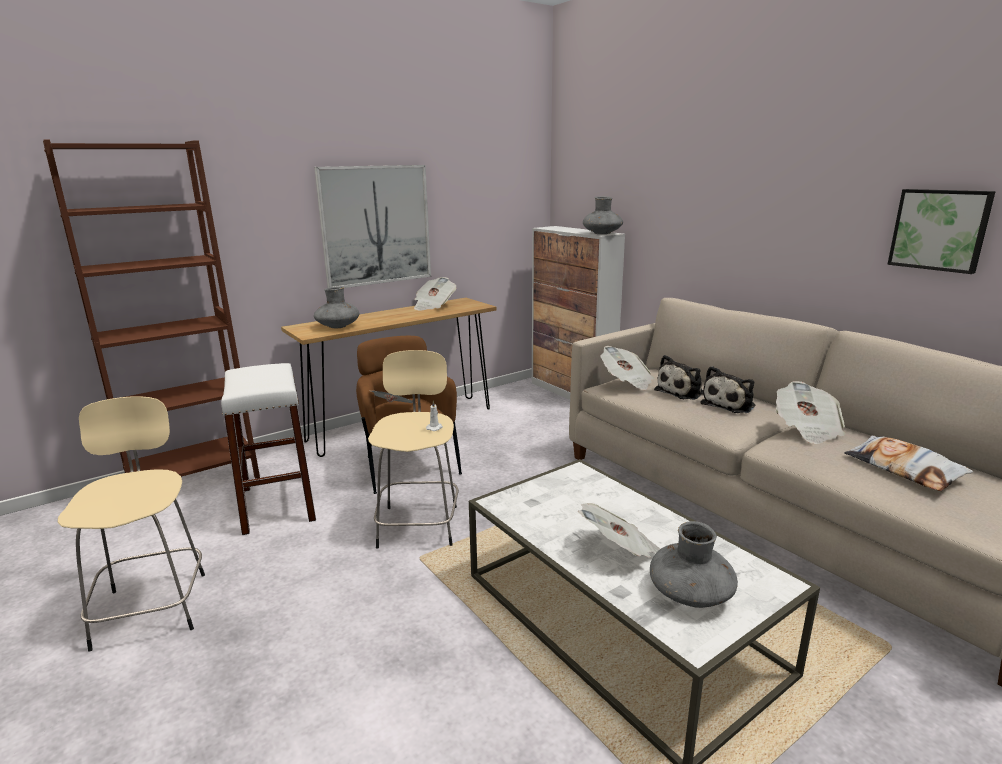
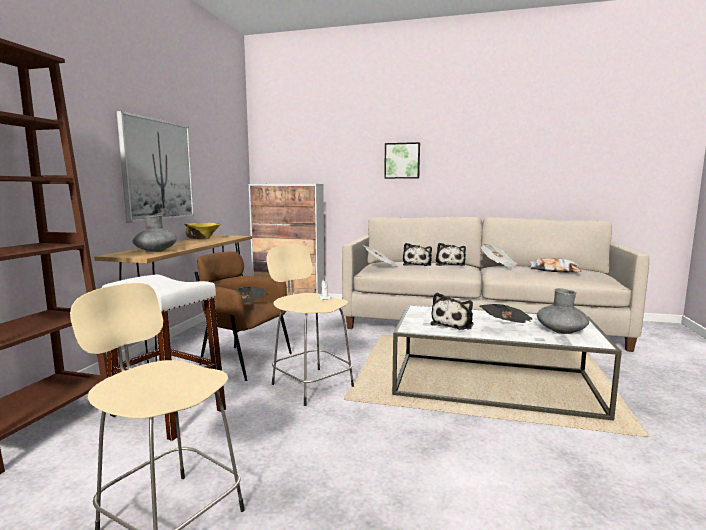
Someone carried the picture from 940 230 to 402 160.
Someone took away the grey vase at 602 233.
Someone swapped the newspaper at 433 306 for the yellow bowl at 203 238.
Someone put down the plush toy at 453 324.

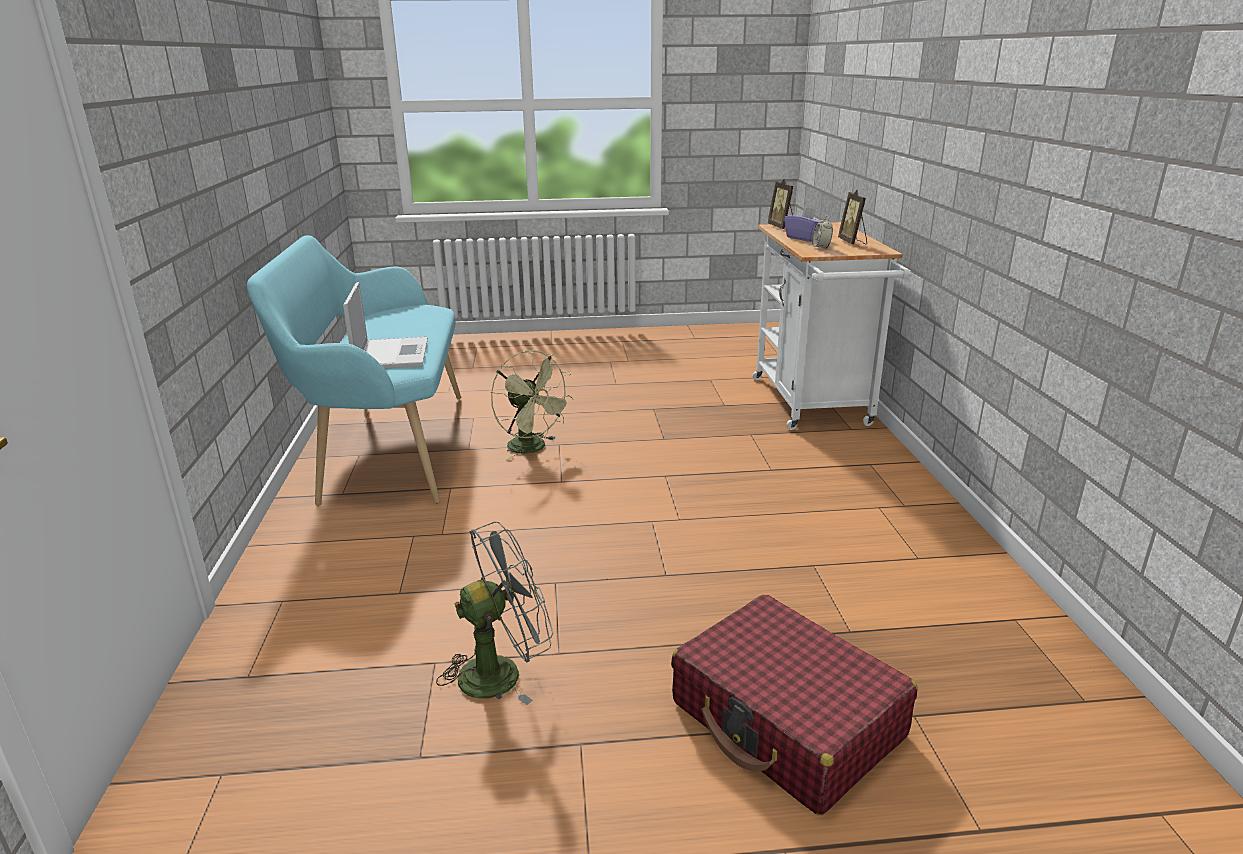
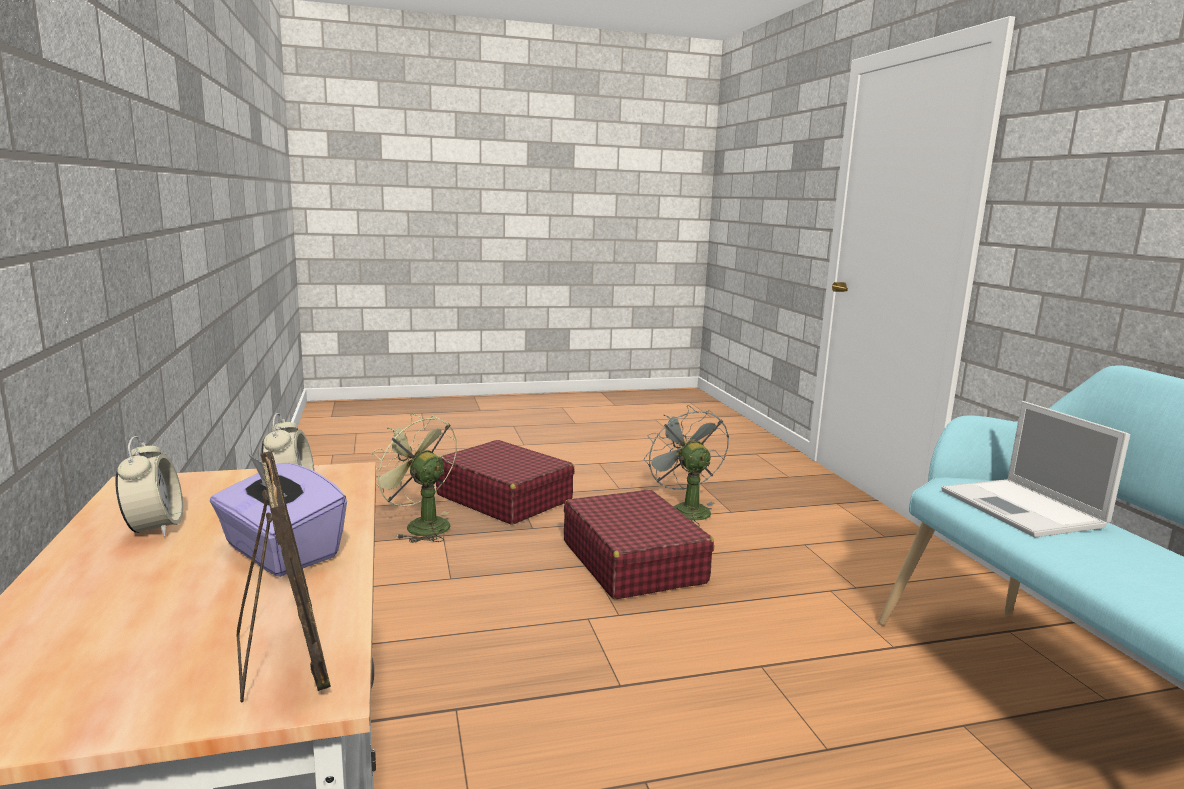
Someone swapped the picture frame at 852 242 for the alarm clock at 155 528.
Someone carried the green fan from 533 448 to 420 525.
Someone rotated the grey fan at 502 671 by 105 degrees clockwise.
Someone put down the red suitcase at 633 562.

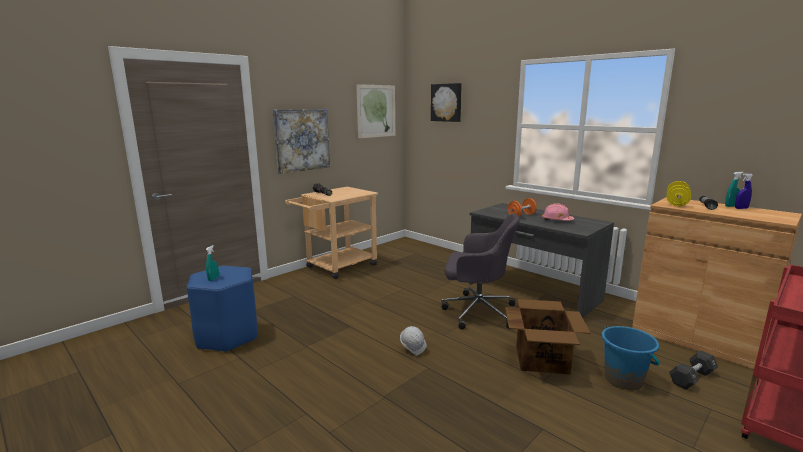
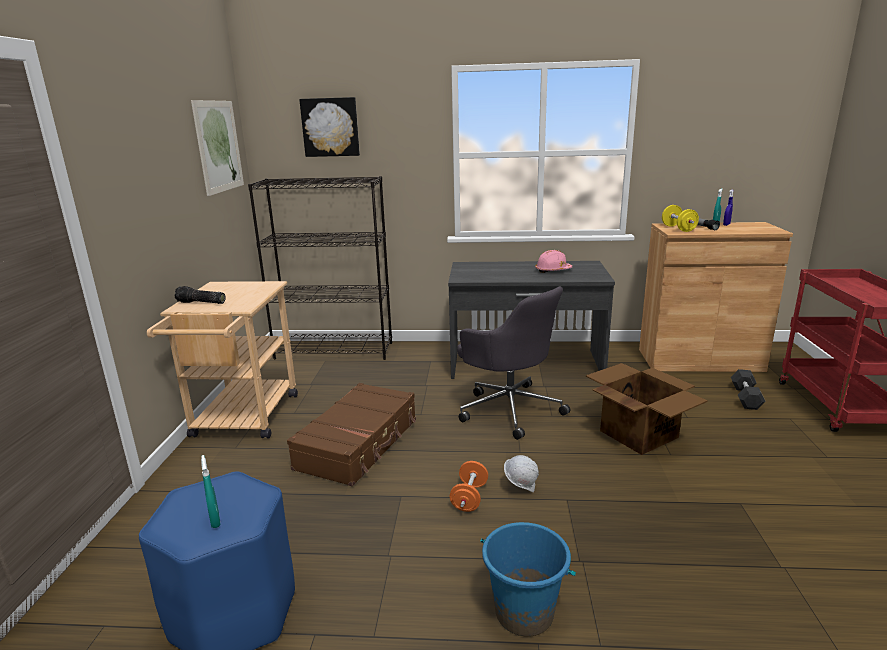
Someone took away the picture at 302 140.
Someone carried the orange dumbbell from 521 216 to 469 498.
Someone rotated the grey office chair at 477 311 by 75 degrees clockwise.
Someone carried the blue bucket from 623 380 to 524 612.
Someone put down the black bookcase at 335 350.
Someone put down the brown suitcase at 359 444.

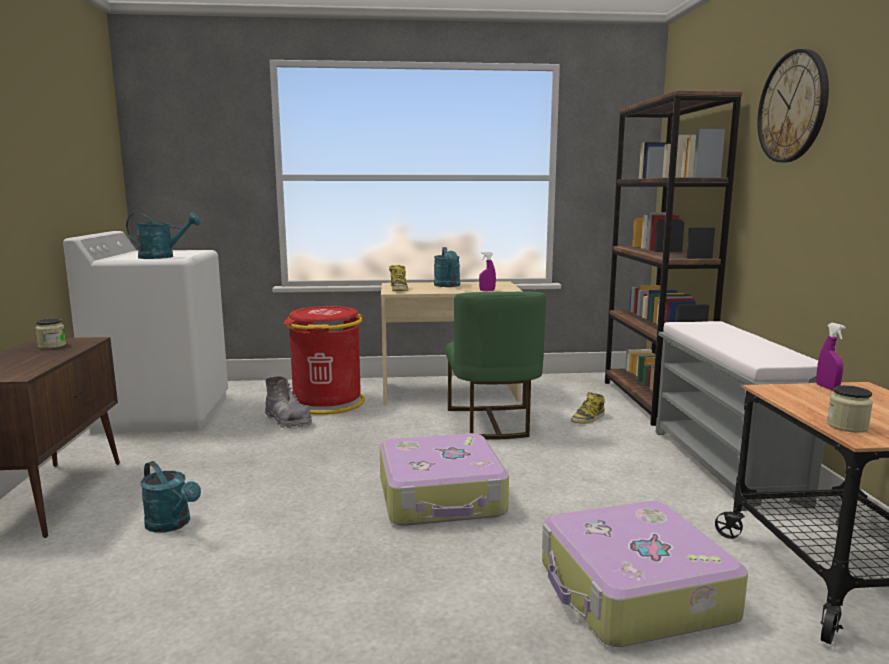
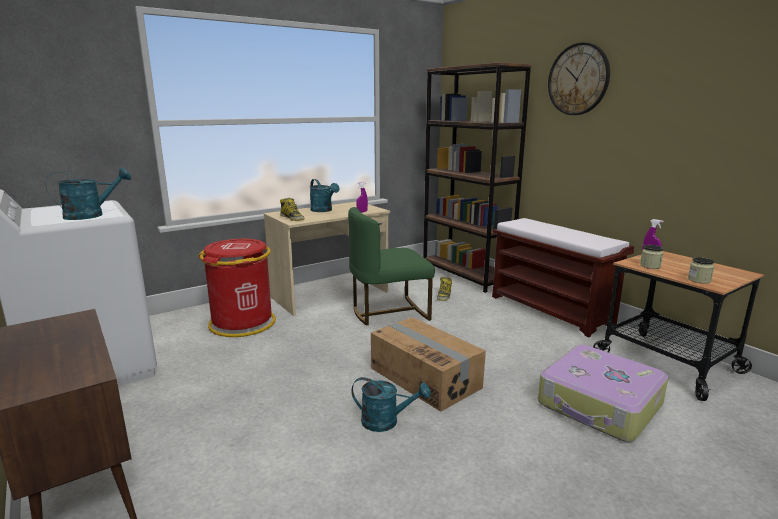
Someone rotated the green chair at 492 422 by 105 degrees clockwise.
Someone carried the jar from 52 346 to 650 266.
Someone repainted the grey bench at 726 465, which became the brown bench at 551 310.
Someone took away the grey boot at 288 421.
Someone swapped the suitcase at 442 497 for the cardboard box at 425 377.
Someone carried the turquoise watering can from 172 524 to 386 422.

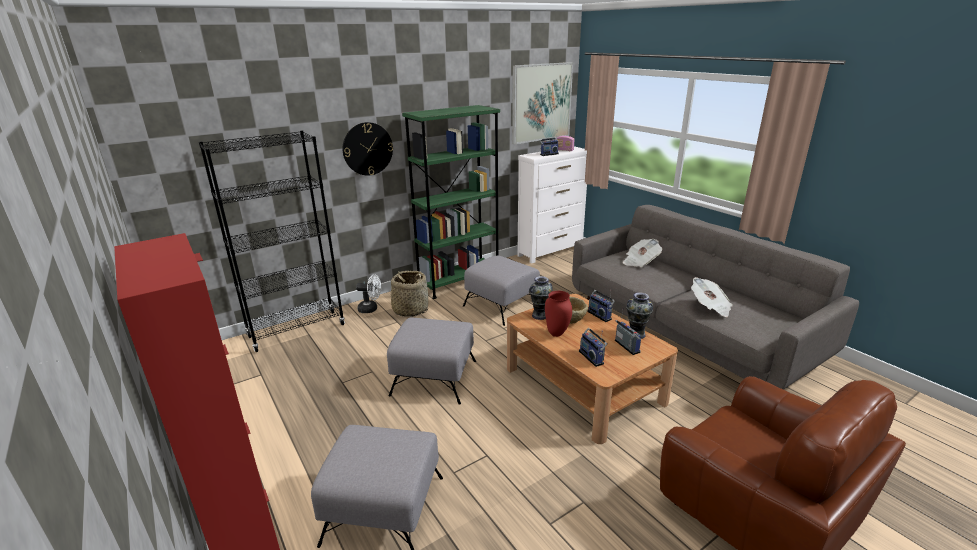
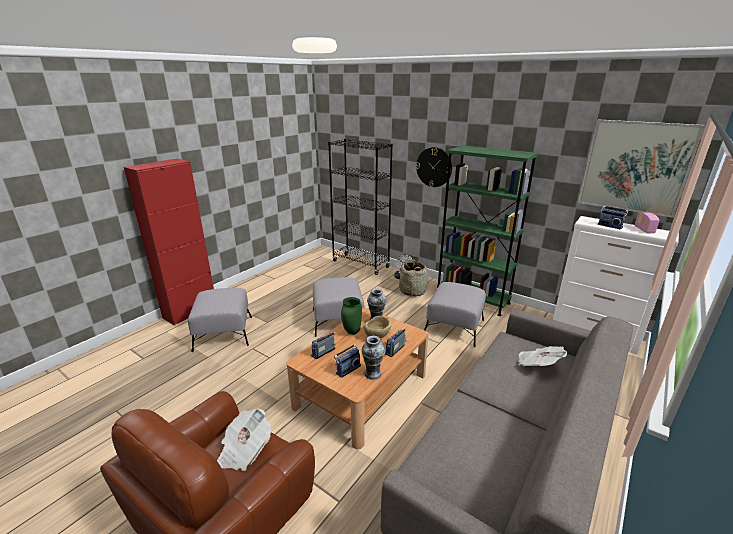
Someone carried the newspaper from 710 307 to 244 450.
Someone repainted the red vase at 557 333, which became the green vase at 352 332.

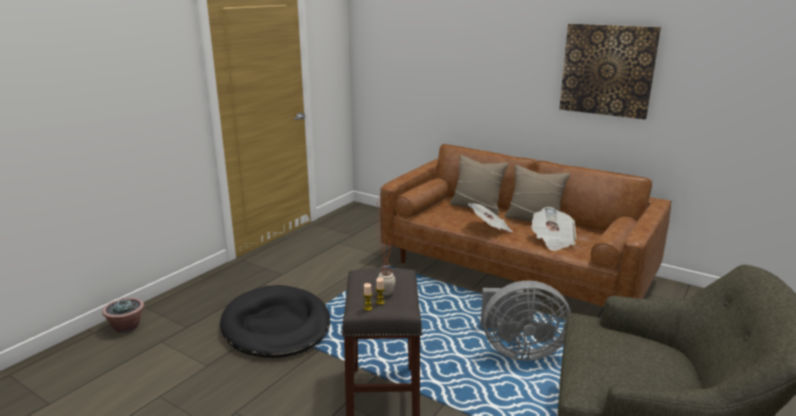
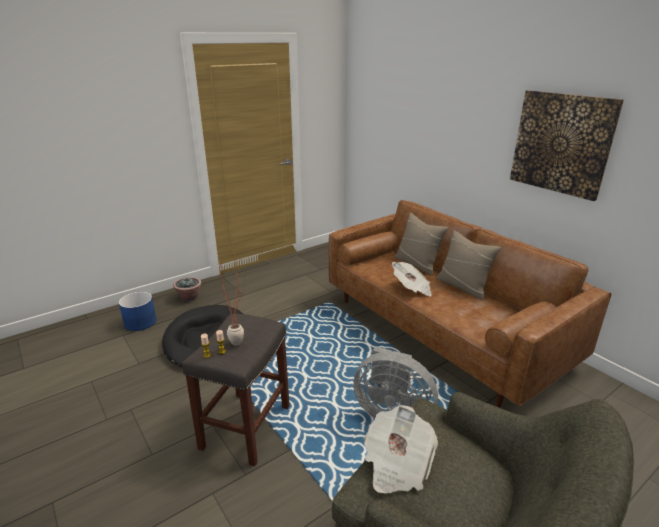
Someone carried the newspaper from 552 240 to 396 464.
Someone carried the potted plant from 127 327 to 189 297.
Someone put down the blue planter at 140 322.

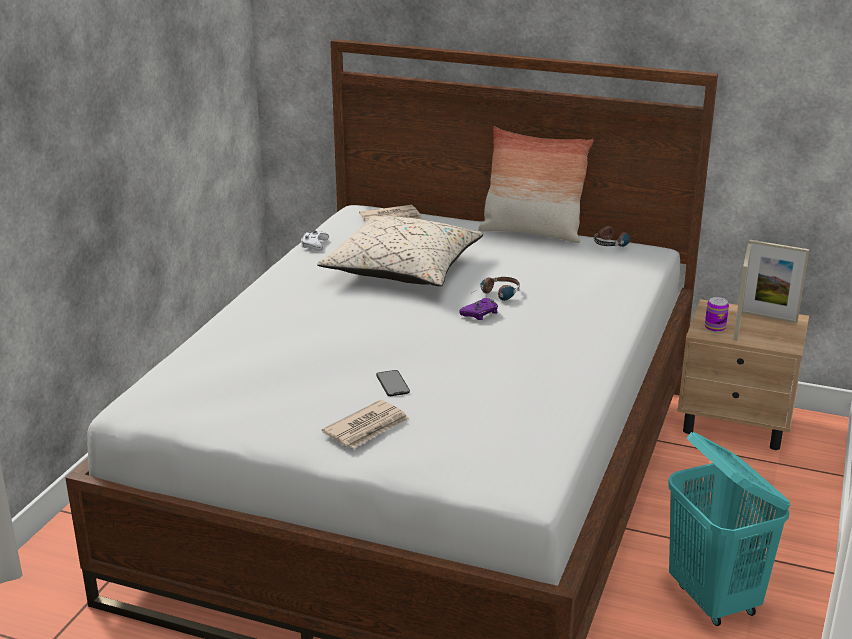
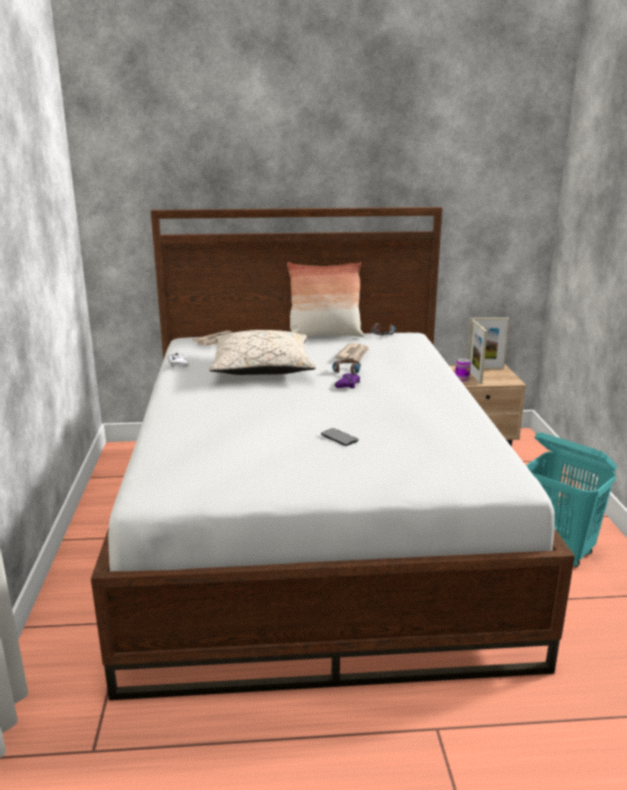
Someone carried the newspaper from 367 428 to 353 355.

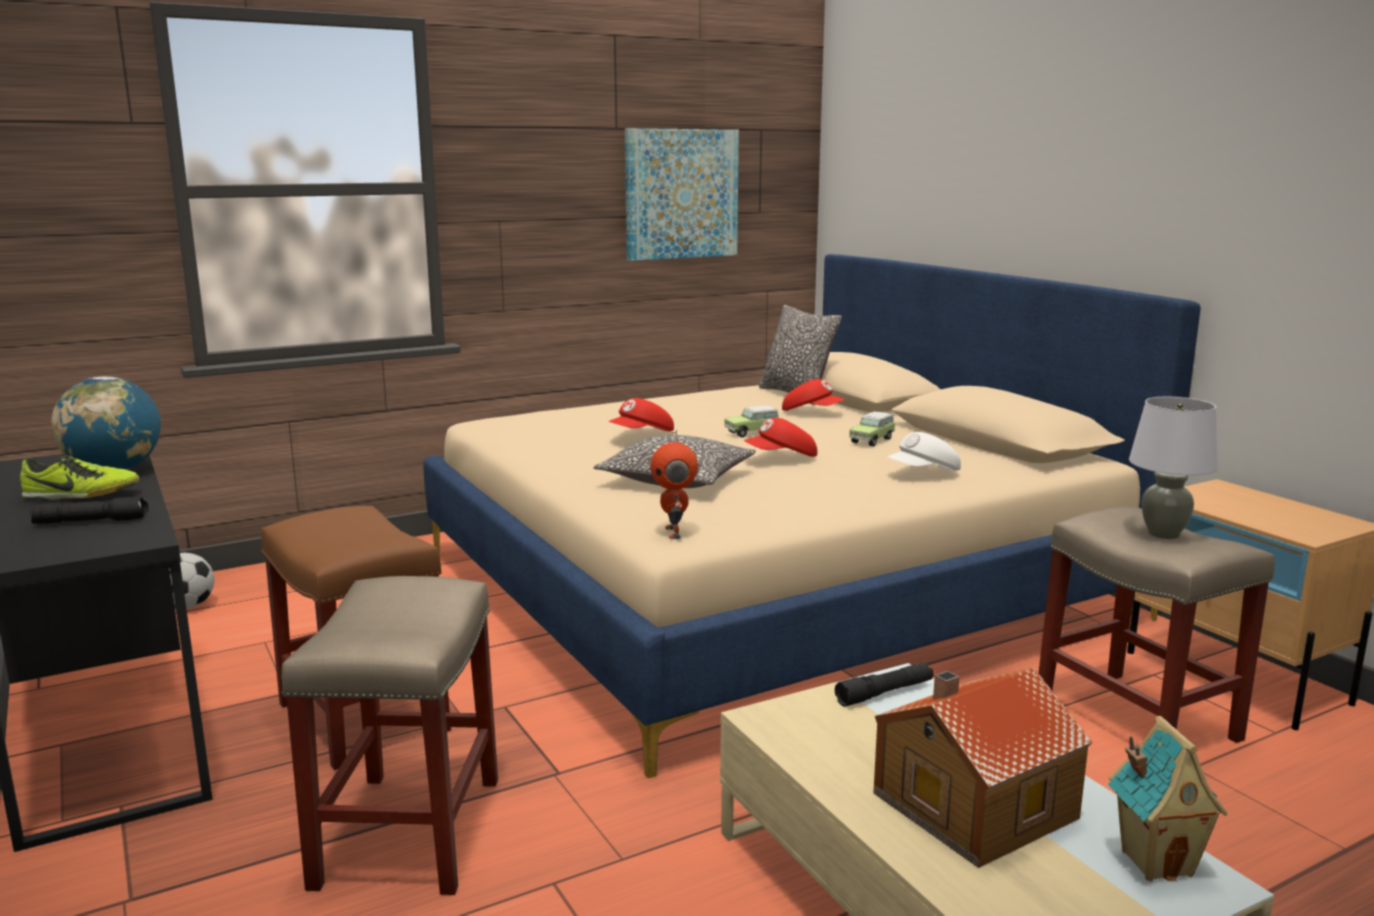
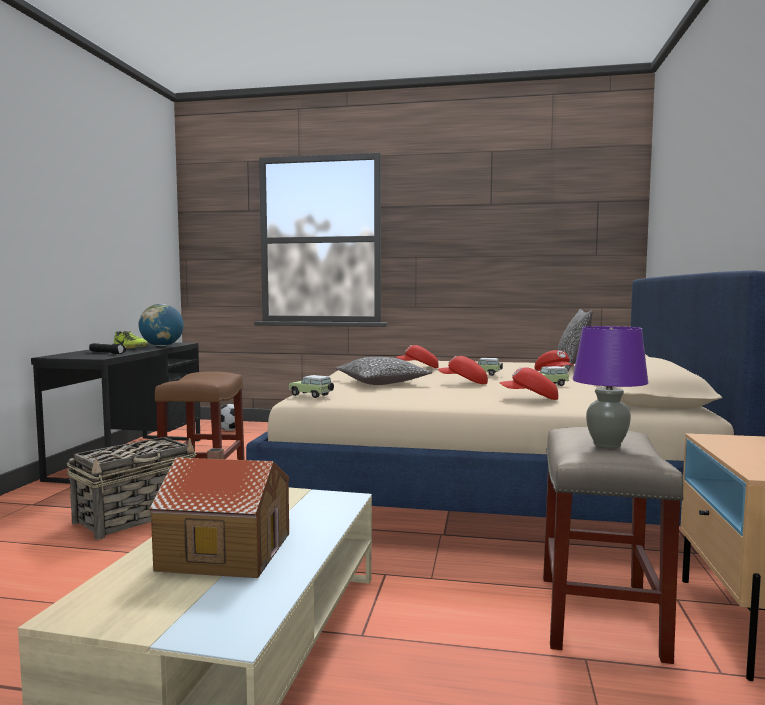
Someone took away the picture at 681 194.
Someone repainted the grey table lamp at 1163 534, which became the purple table lamp at 606 444.
Someone swapped the toy robot at 675 532 for the toy car at 312 395.
Someone repainted the white cap at 924 473, which became the red cap at 530 398.
Someone swapped the beige stool at 409 829 for the basket at 137 516.
Someone took away the black flashlight at 884 693.
Someone took away the toy house at 1156 862.

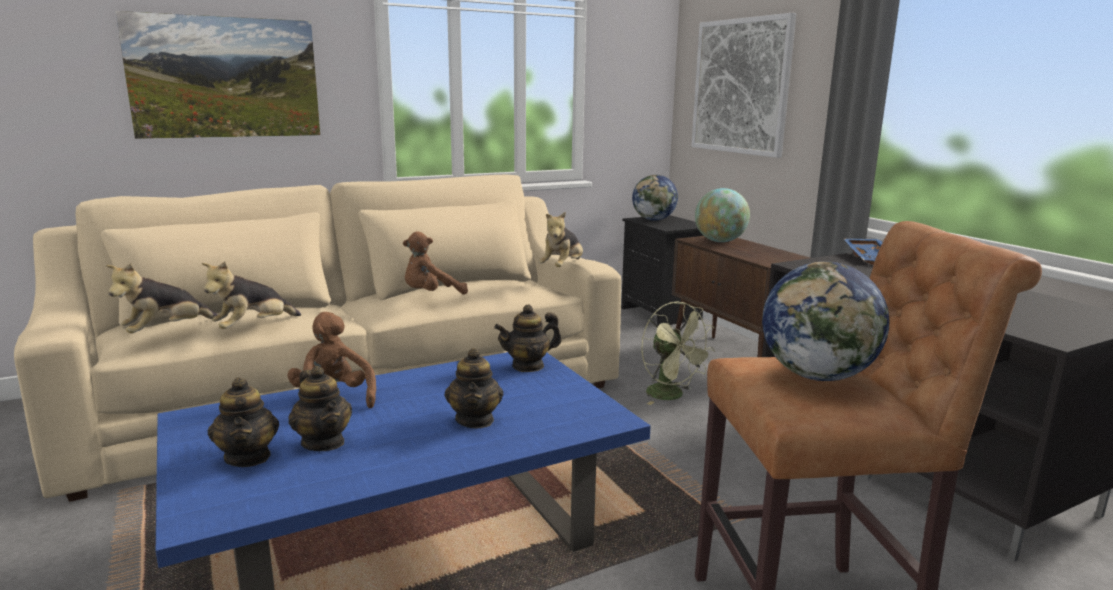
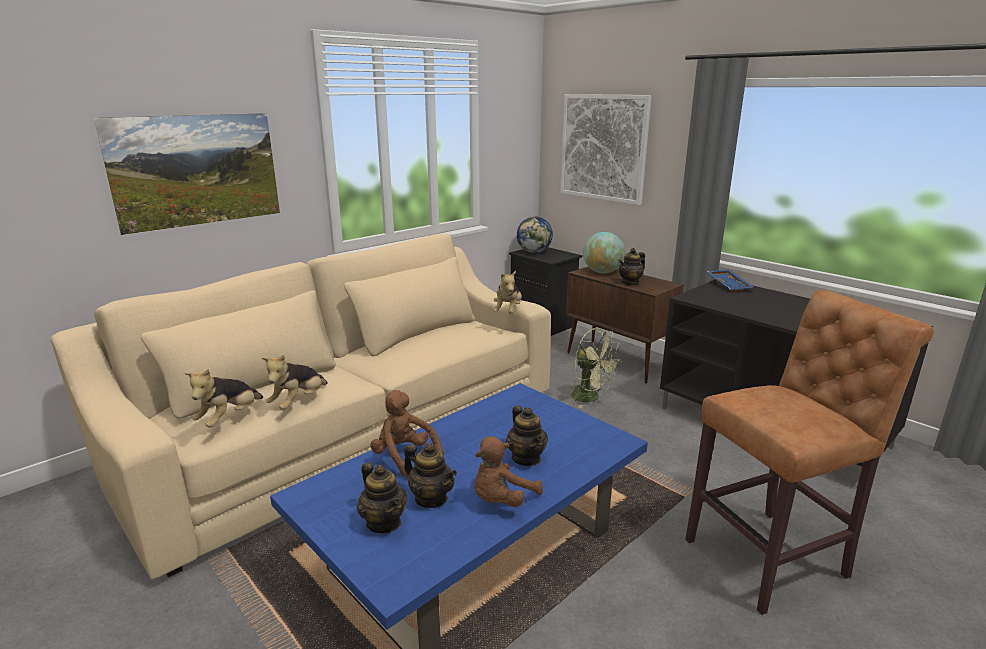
Someone carried the brown plush toy from 431 295 to 502 500.
Someone took away the globe at 818 376.
Someone carried the teapot from 528 366 to 630 283.

